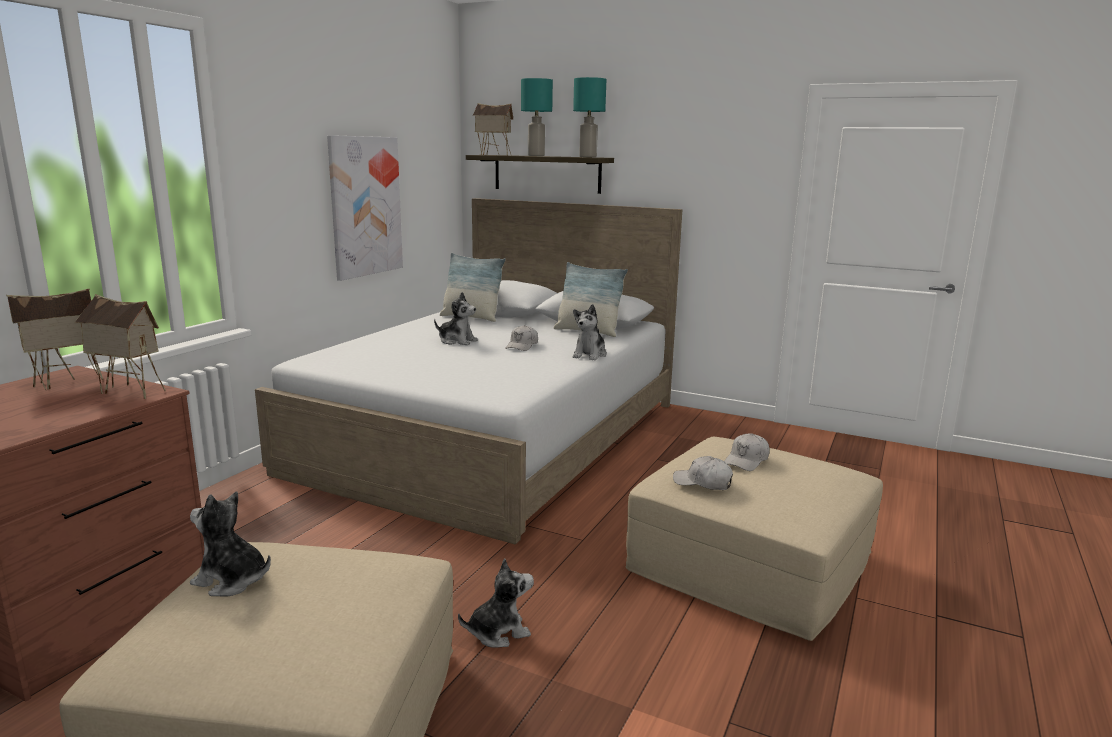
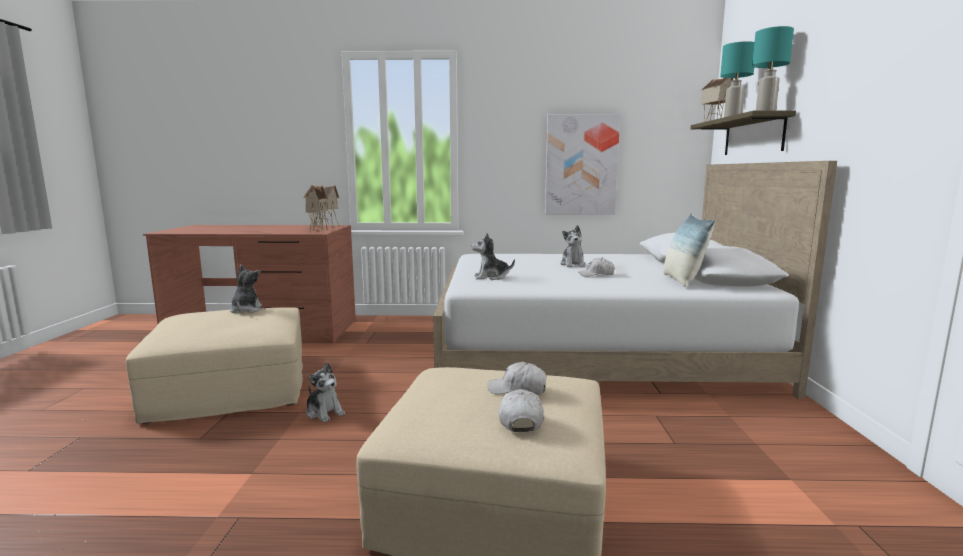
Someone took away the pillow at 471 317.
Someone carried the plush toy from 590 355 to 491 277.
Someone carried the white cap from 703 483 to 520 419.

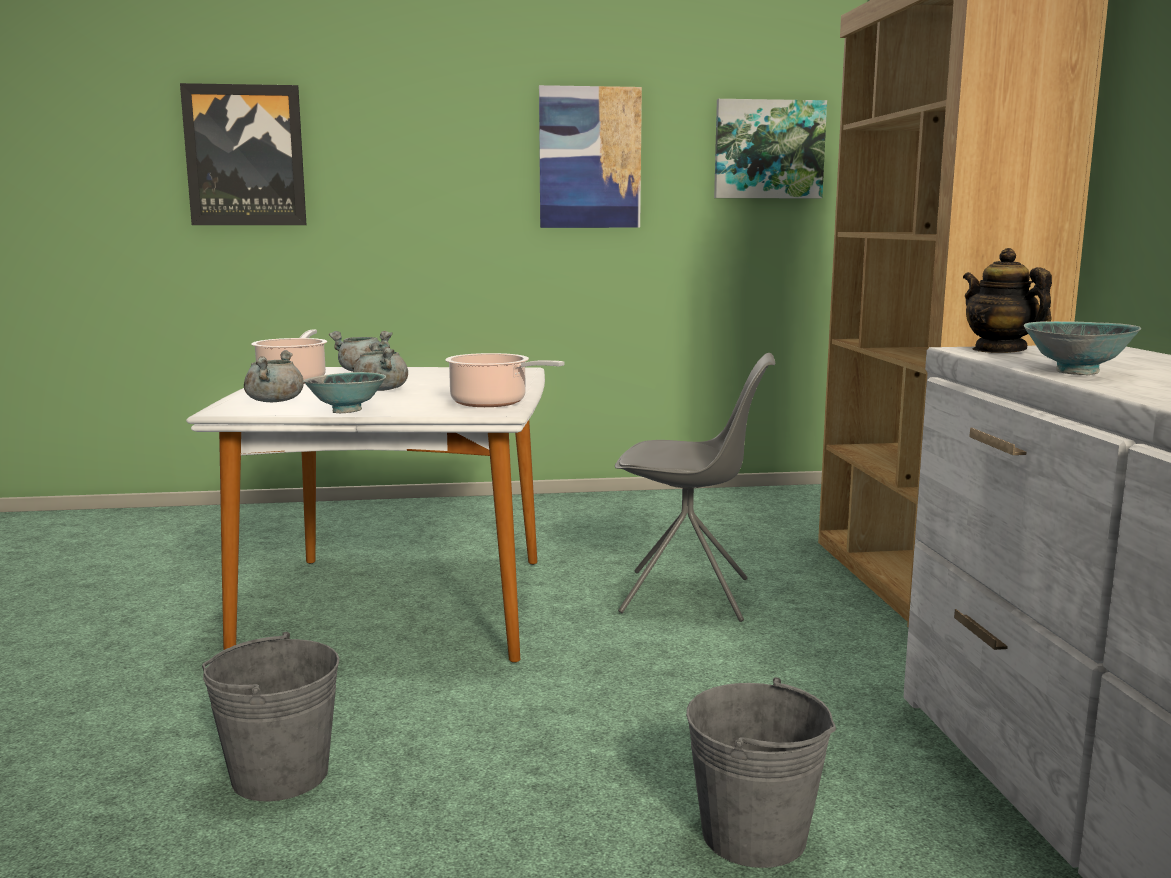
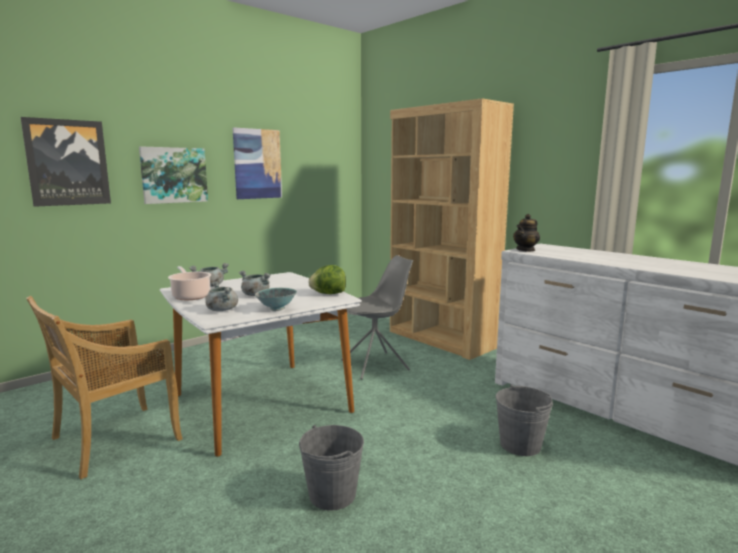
Someone carried the picture from 768 149 to 174 175.
Someone rotated the teapot at 999 350 by 75 degrees counterclockwise.
Someone took away the bowl at 1076 372.
Someone swapped the cooking pot at 493 403 for the lettuce at 328 294.
Someone put down the beige chair at 114 440.

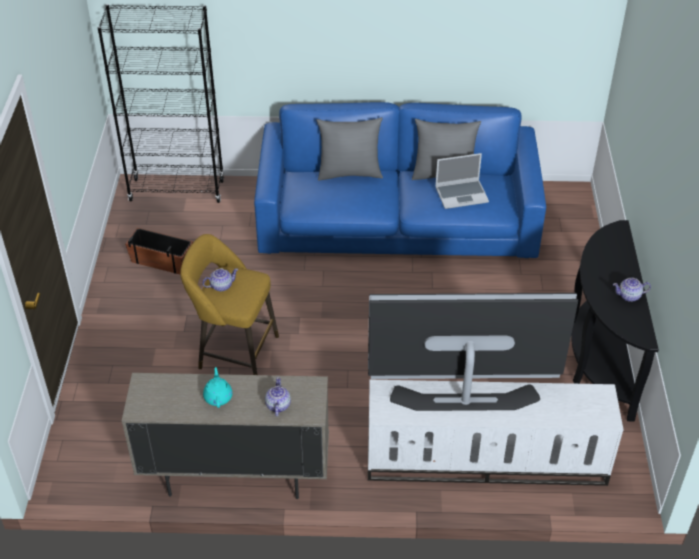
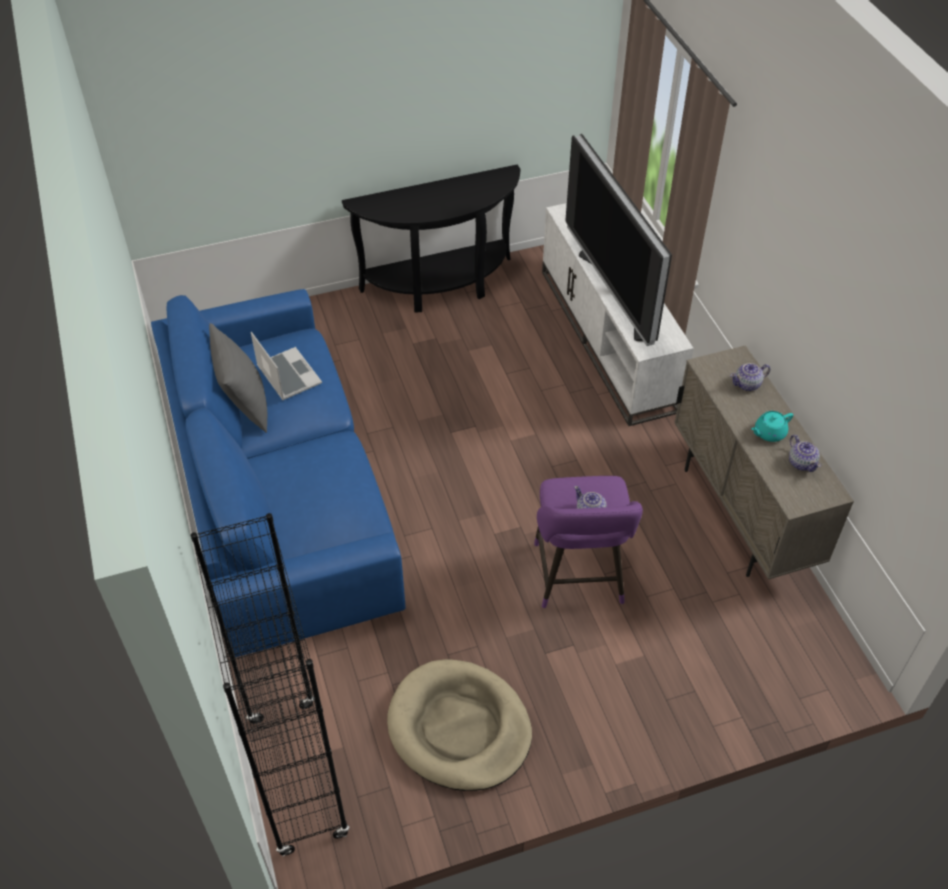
Someone took away the grey pillow at 349 173.
Someone swapped the planter at 161 261 for the beige dog bed at 459 728.
Someone repainted the yellow stool at 234 351, which became the purple stool at 579 579.
Someone carried the teapot from 629 296 to 801 462.

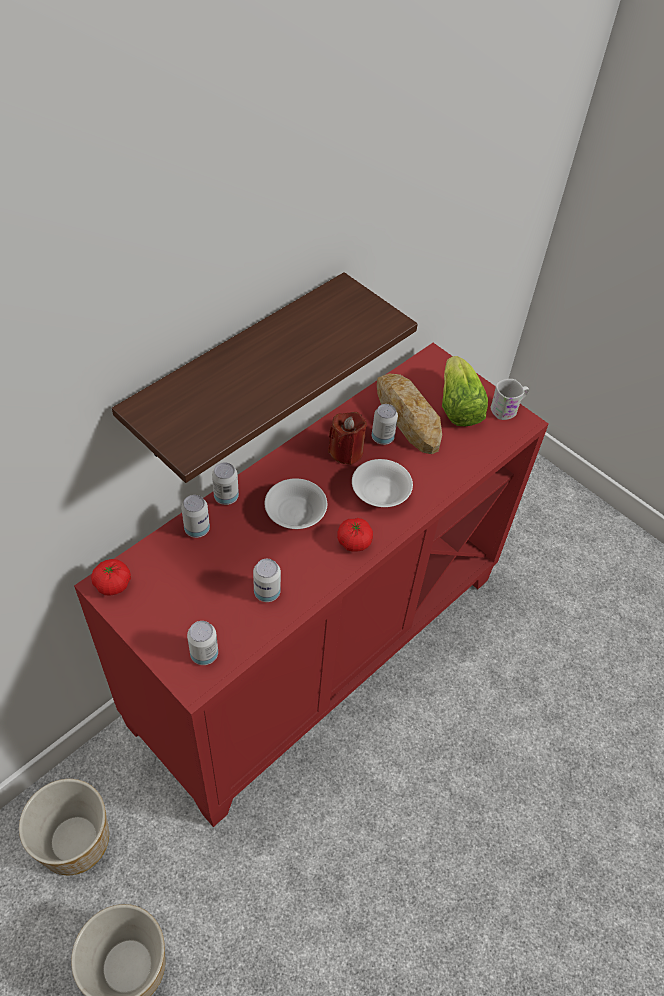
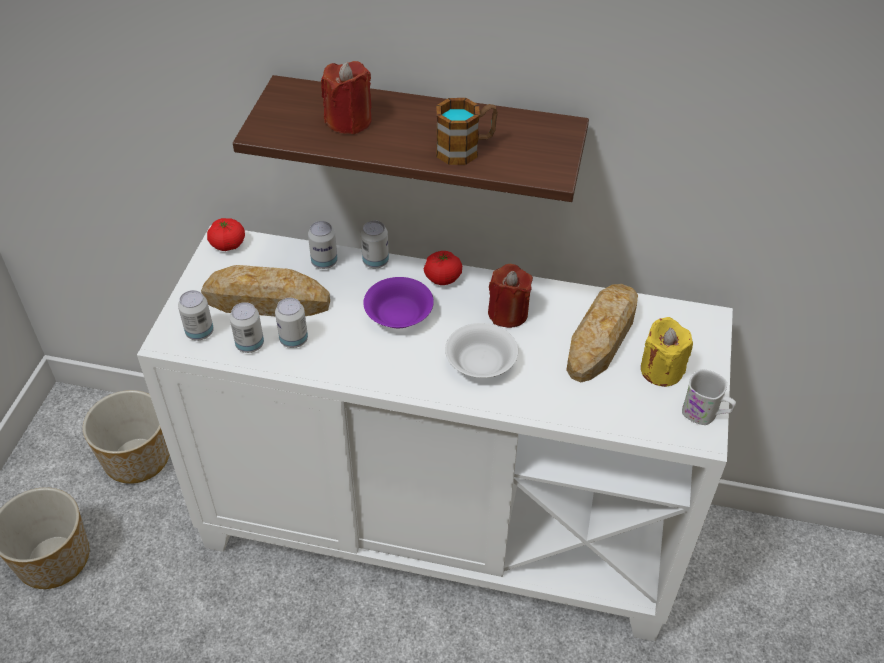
Someone repainted the red cabinet at 317 646, which became the white cabinet at 440 525.
Someone swapped the lettuce at 458 407 for the yellow candle at 661 370.
Someone carried the can from 382 438 to 250 344.
Someone repainted the white bowl at 296 513, which became the purple bowl at 399 315.
Someone carried the tomato from 354 542 to 442 277.
Someone put down the red candle at 349 121.
Someone put down the mug at 466 149.
Someone put down the bread at 266 301.

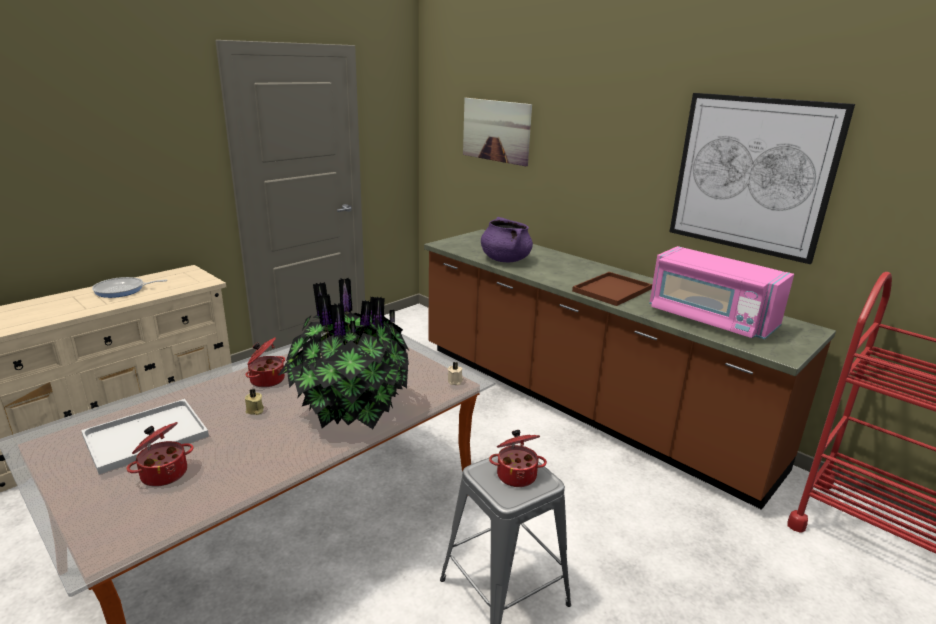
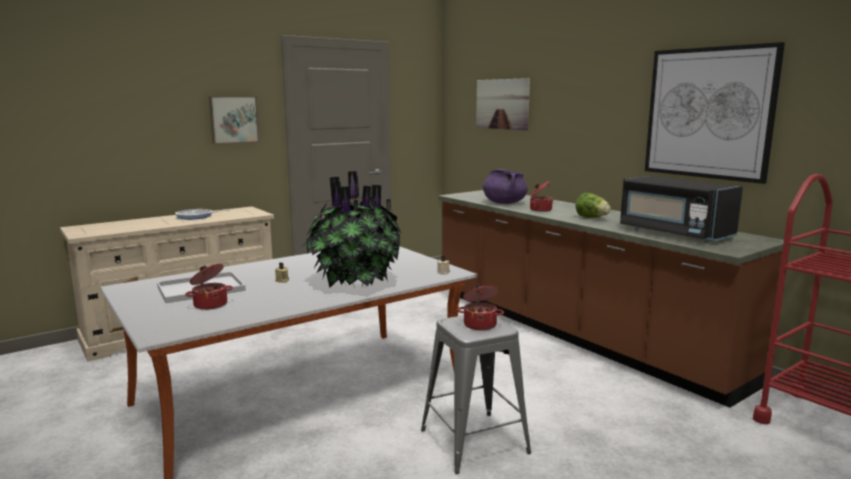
Someone repainted the pink microwave at 710 319, which became the black microwave at 673 233.
Someone swapped the brown tray at 612 289 for the lettuce at 592 218.
Someone carried the cooking pot from 266 379 to 540 210.
Someone put up the picture at 233 119.

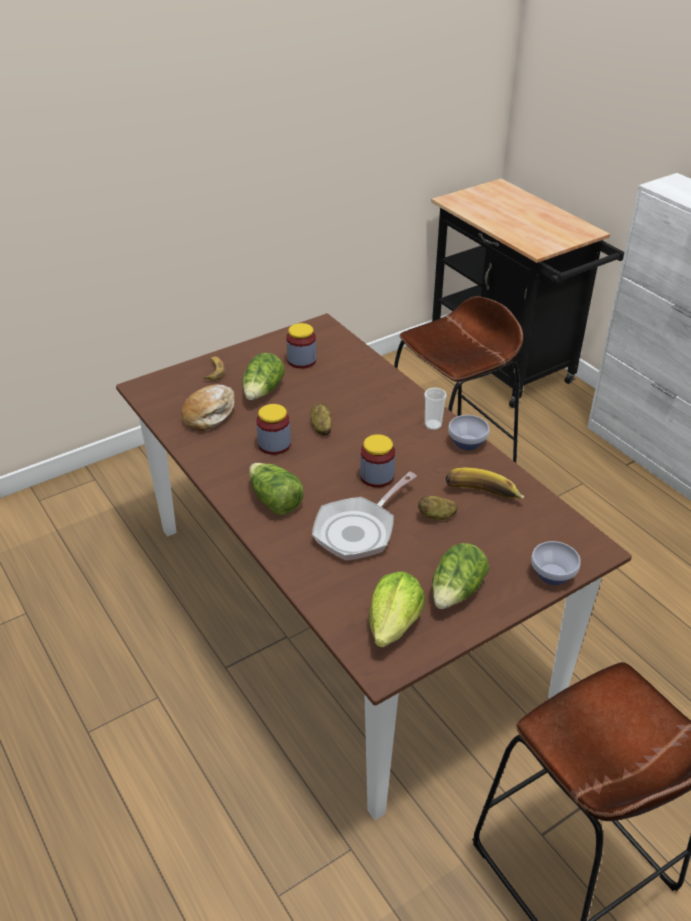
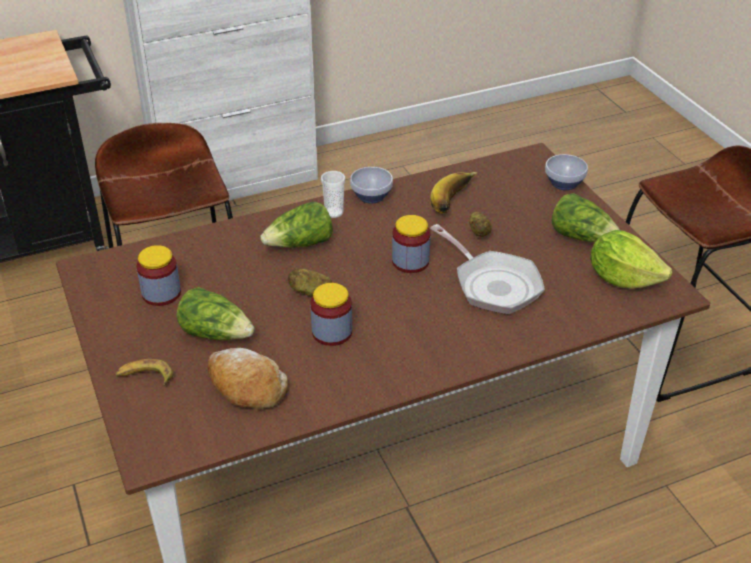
Someone carried the lettuce from 274 500 to 300 244.

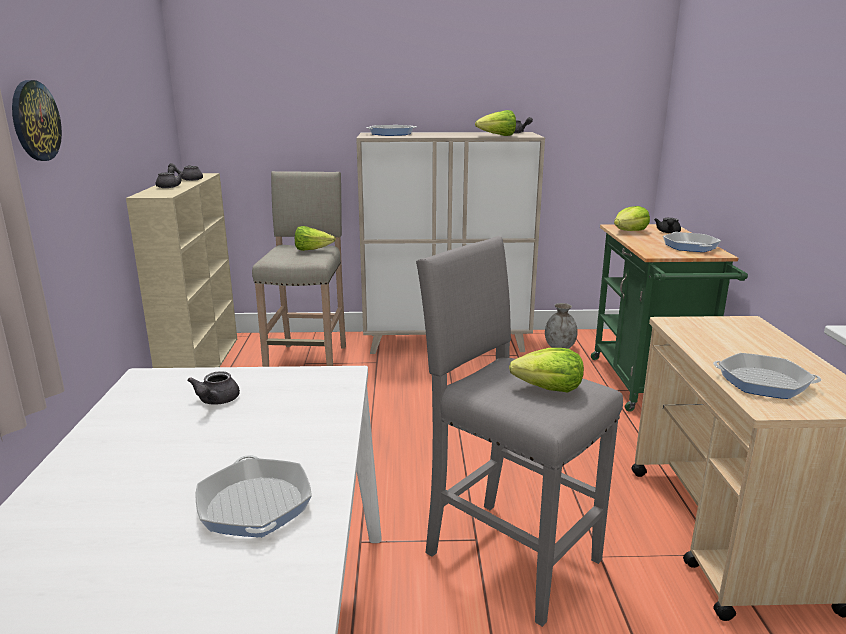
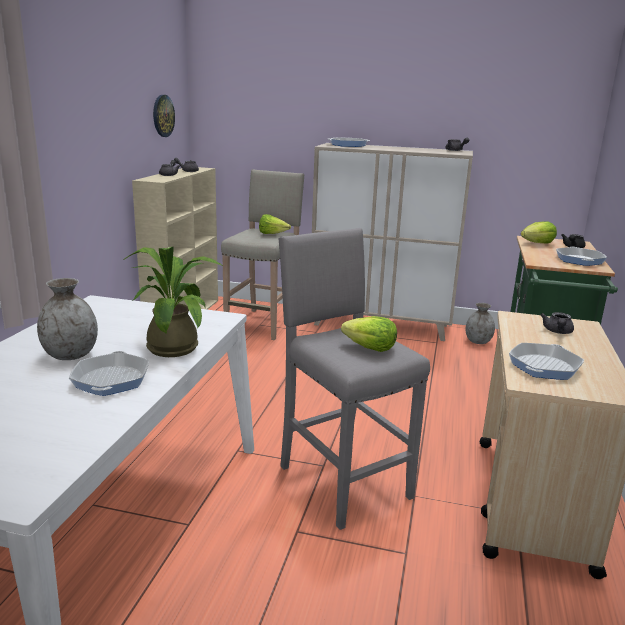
Someone carried the wall clock from 35 121 to 163 116.
Someone took away the lettuce at 498 136.
Someone rotated the frying pan at 763 382 by 90 degrees clockwise.
Someone carried the grey teapot from 215 401 to 557 332.
Someone put down the potted plant at 175 346.
Someone put down the grey vase at 71 355.

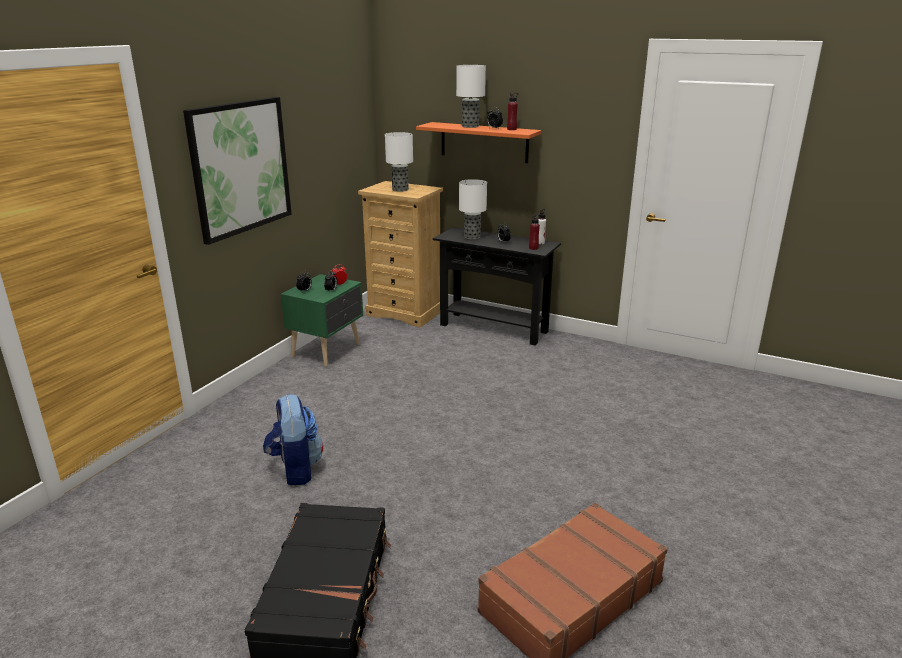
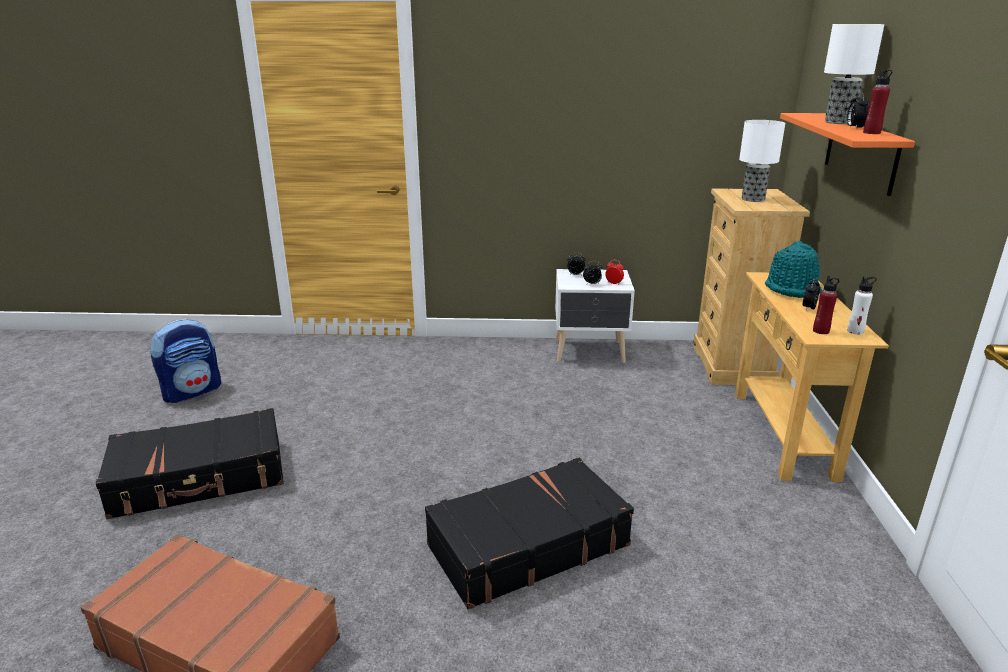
Someone took away the picture at 240 167.
Someone swapped the table lamp at 472 236 for the turquoise hat at 792 289.
Someone repainted the black console table at 493 328, which became the beige console table at 783 434.
Someone repainted the green nightstand at 328 350, which became the white nightstand at 590 352.
Someone carried the backpack from 295 469 to 192 391.
Someone put down the black suitcase at 527 545.

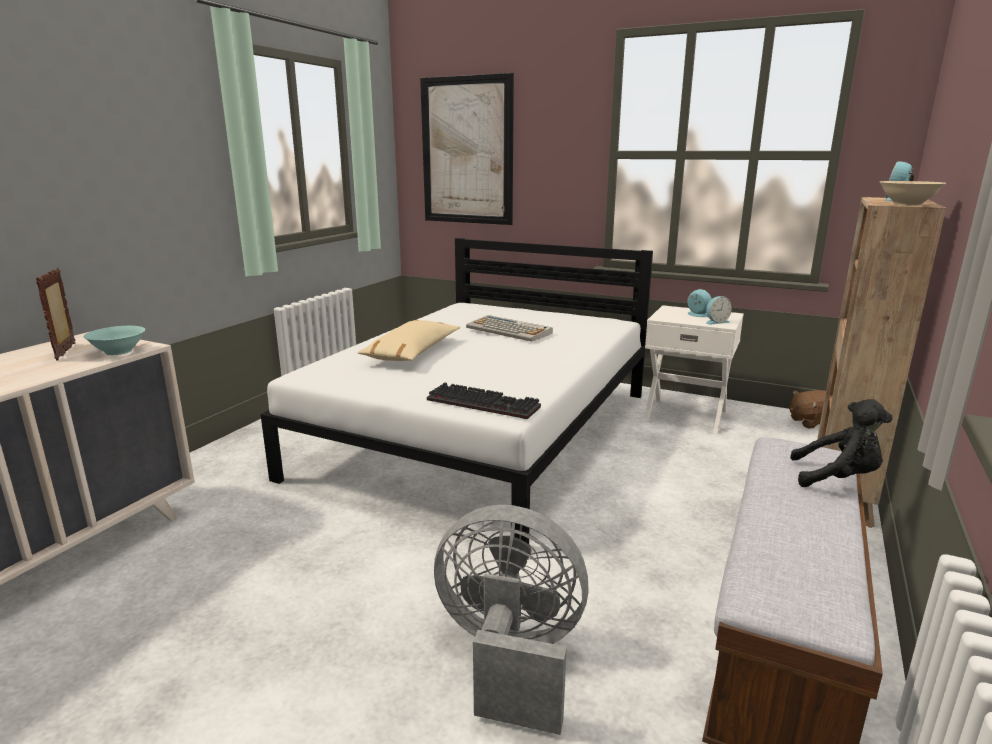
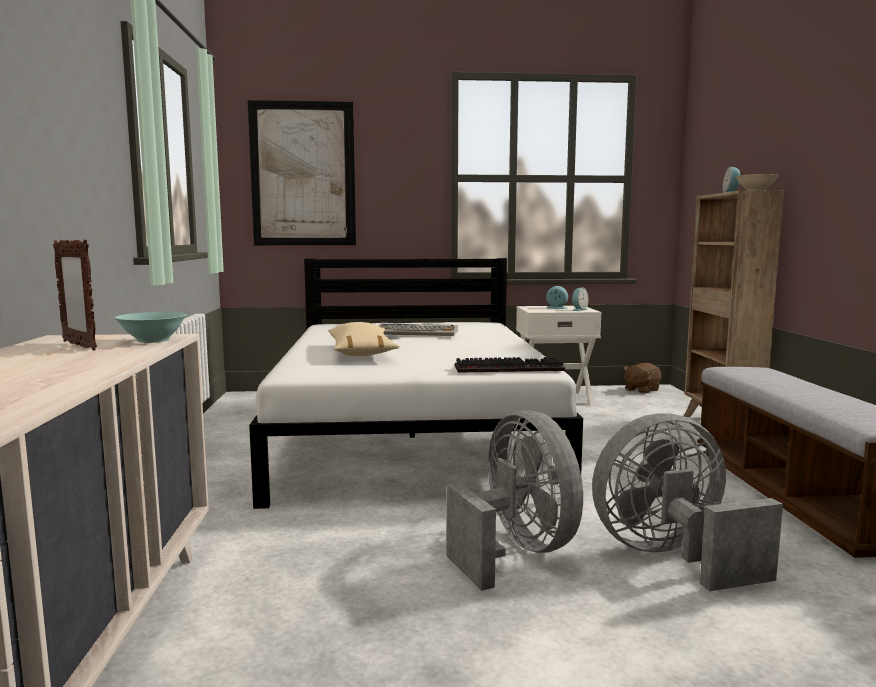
Someone took away the black plush toy at 837 478.
Someone put down the grey fan at 517 551.

